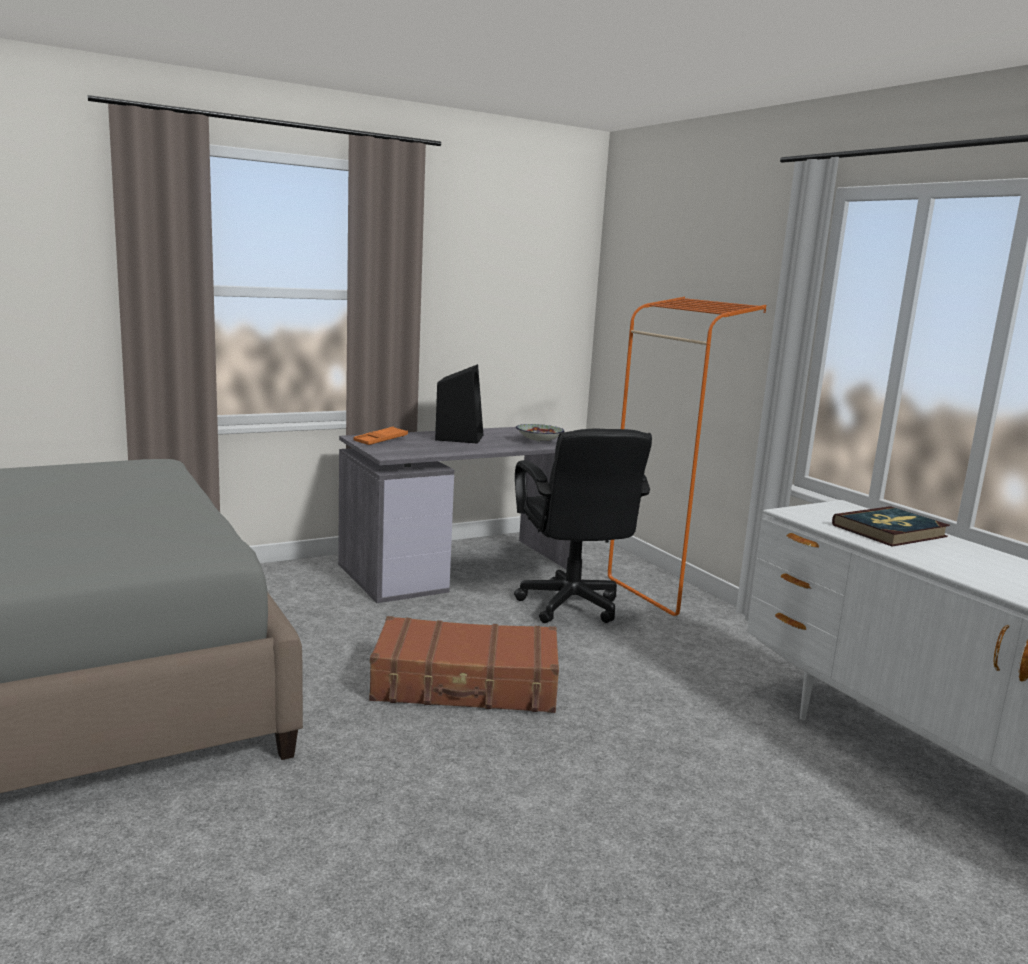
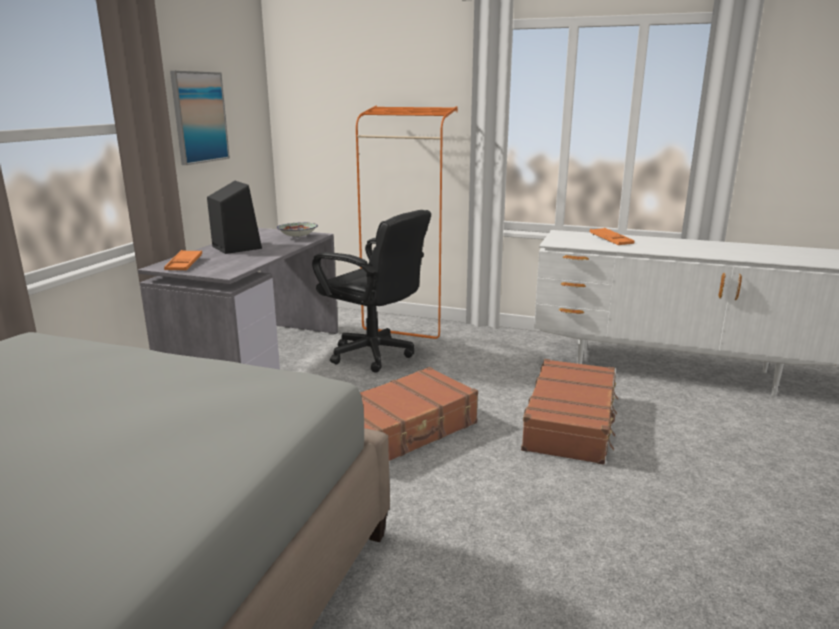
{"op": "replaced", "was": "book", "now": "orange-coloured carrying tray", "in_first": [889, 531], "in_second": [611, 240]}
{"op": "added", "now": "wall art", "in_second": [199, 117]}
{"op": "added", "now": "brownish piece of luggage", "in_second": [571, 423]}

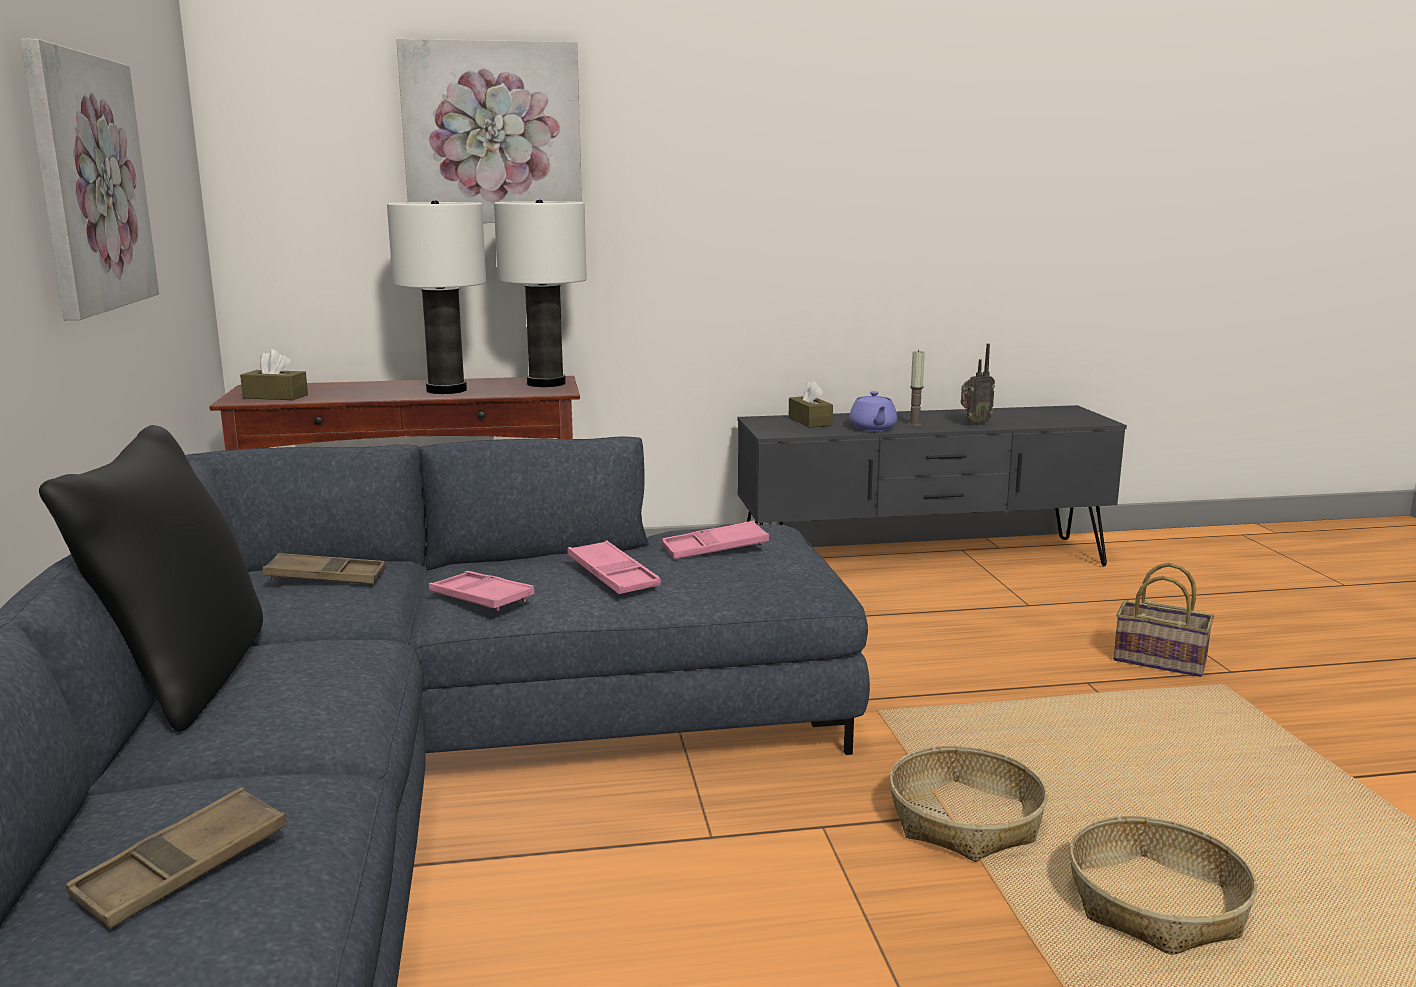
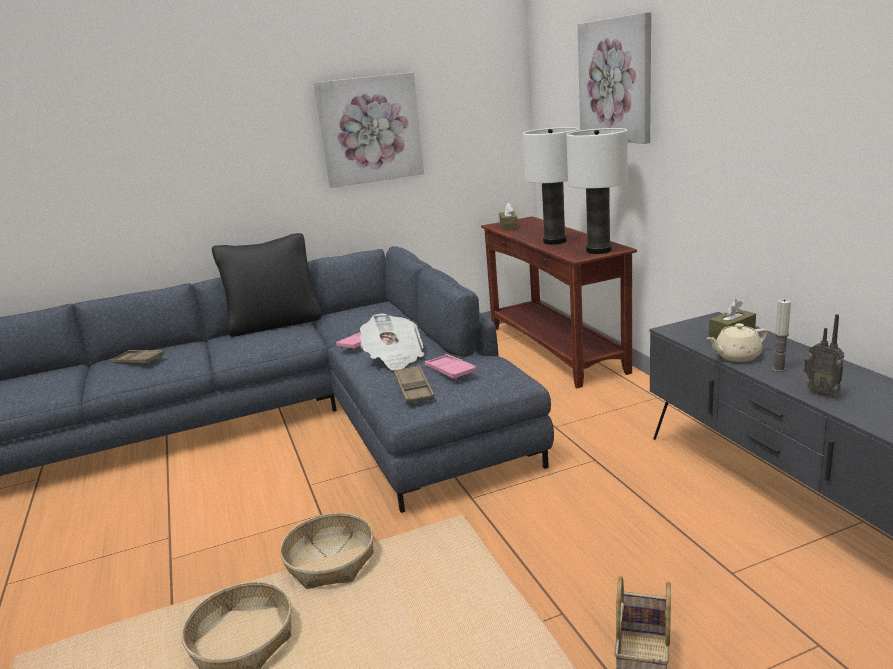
{"op": "recoloured", "was": "purple pot for tea", "now": "beige pot for tea", "in_first": [873, 428], "in_second": [736, 356]}
{"op": "replaced", "was": "pink carrying tray", "now": "newspaper", "in_first": [613, 575], "in_second": [394, 358]}
{"op": "moved", "was": "brownish carrying tray", "in_first": [326, 577], "in_second": [414, 389]}

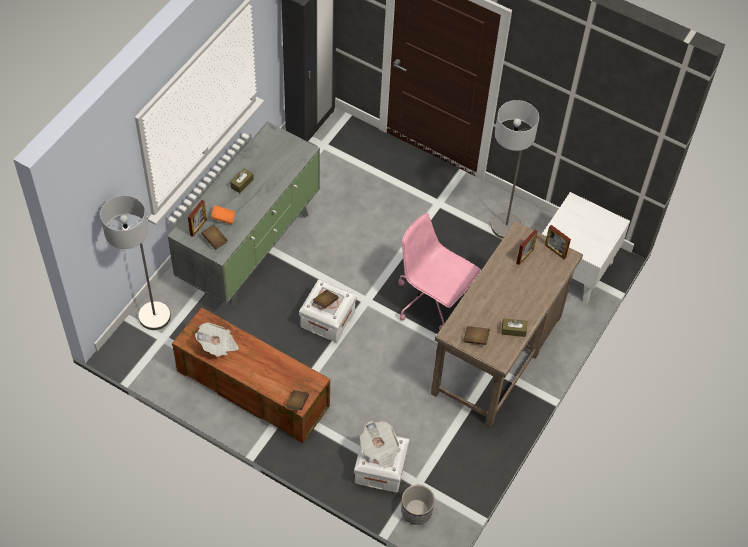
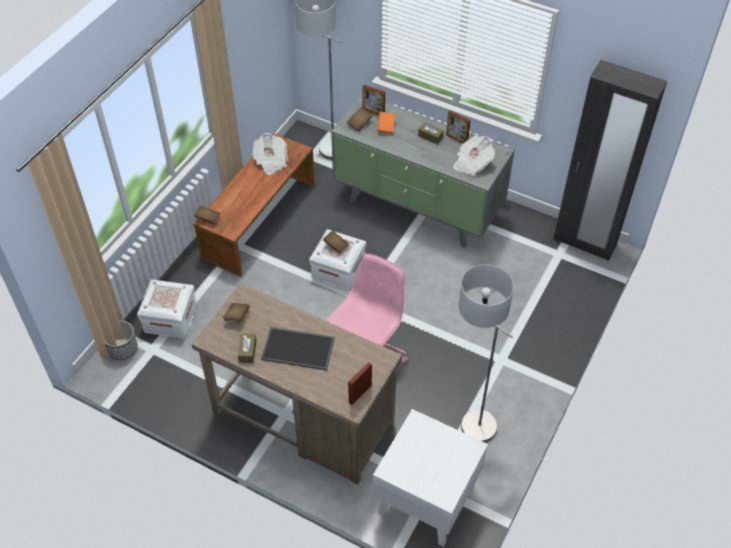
{"op": "moved", "was": "photo frame", "in_first": [525, 256], "in_second": [456, 139]}
{"op": "moved", "was": "newspaper", "in_first": [379, 449], "in_second": [472, 163]}
{"op": "added", "now": "carrying tray", "in_second": [299, 348]}

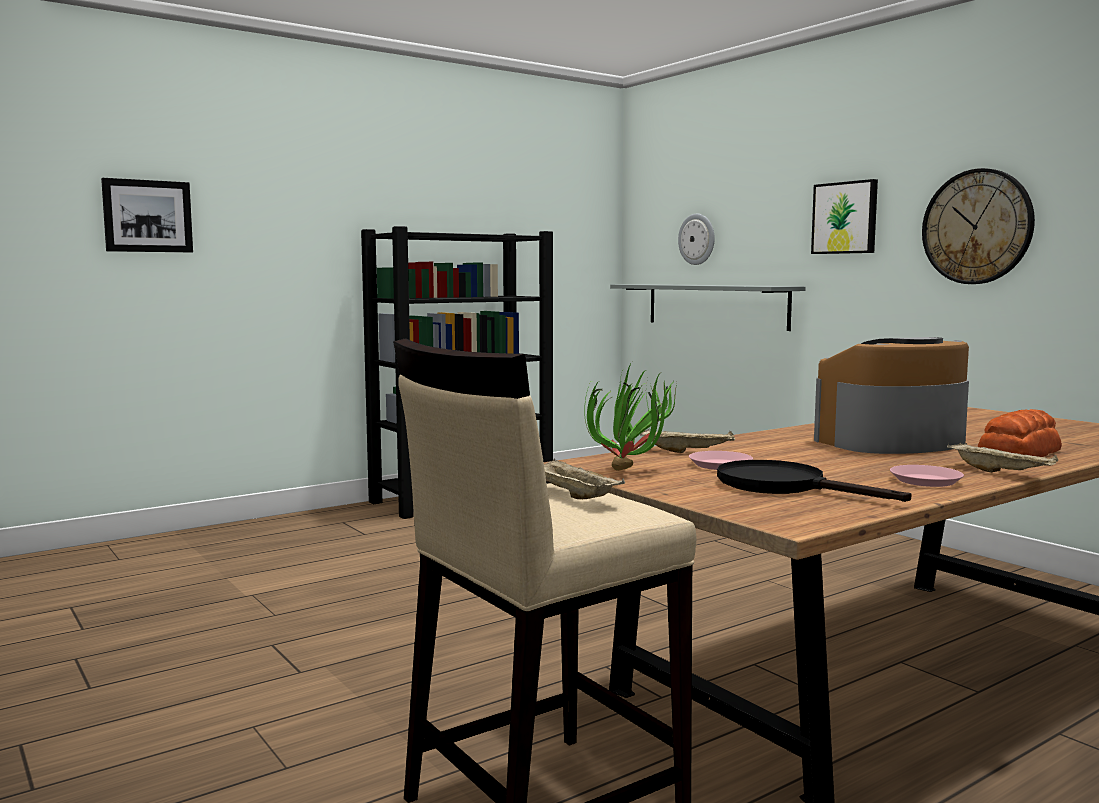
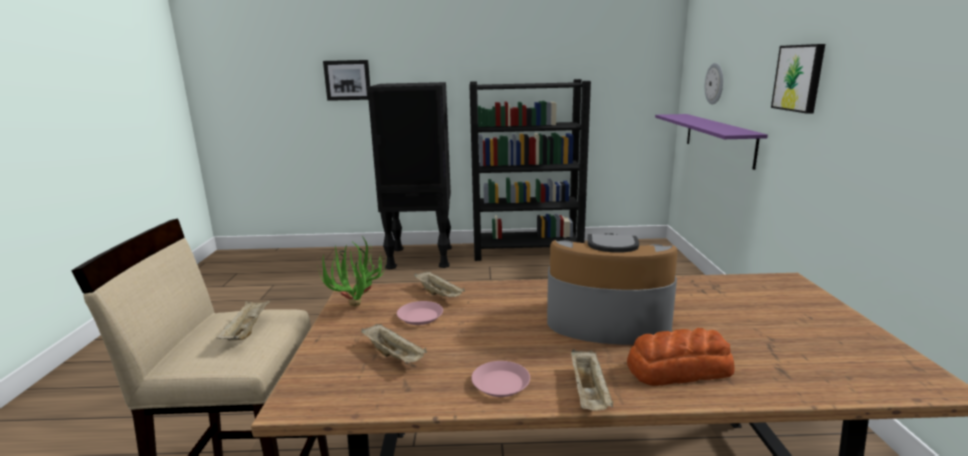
{"op": "removed", "was": "hanging clock", "in_first": [977, 227]}
{"op": "recoloured", "was": "gray bracket shelf", "now": "purple bracket shelf", "in_first": [715, 305], "in_second": [718, 138]}
{"op": "replaced", "was": "black-coloured frying pan", "now": "beige carrying tray", "in_first": [784, 486], "in_second": [395, 356]}
{"op": "added", "now": "black-coloured cupboard", "in_second": [420, 257]}

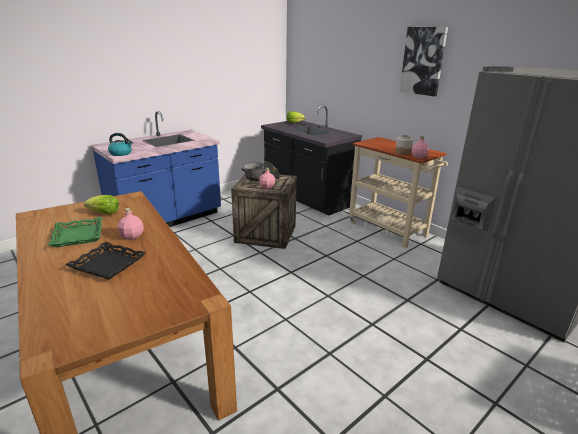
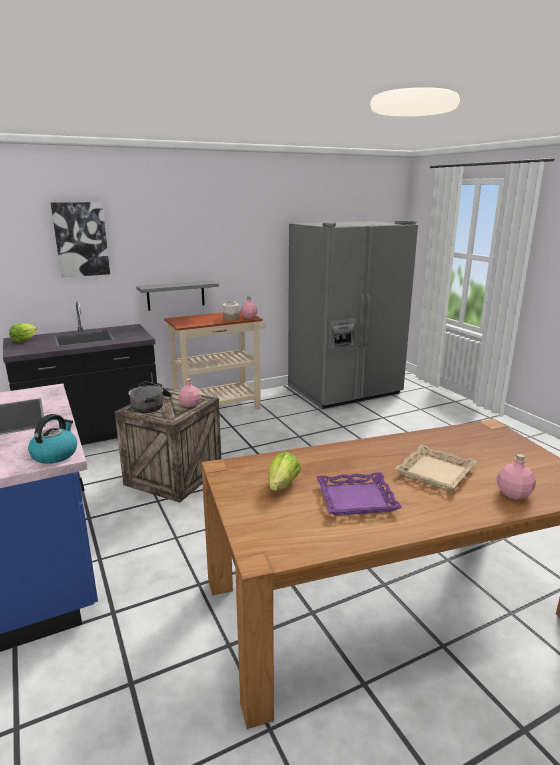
{"op": "moved", "was": "wall art", "in_first": [423, 61], "in_second": [81, 239]}
{"op": "moved", "was": "pink beverage bottle", "in_first": [132, 236], "in_second": [513, 494]}
{"op": "recoloured", "was": "green carrying tray", "now": "purple carrying tray", "in_first": [77, 235], "in_second": [356, 499]}
{"op": "recoloured", "was": "black-coloured carrying tray", "now": "beige carrying tray", "in_first": [107, 265], "in_second": [436, 472]}
{"op": "added", "now": "gray bracket shelf", "in_second": [176, 295]}

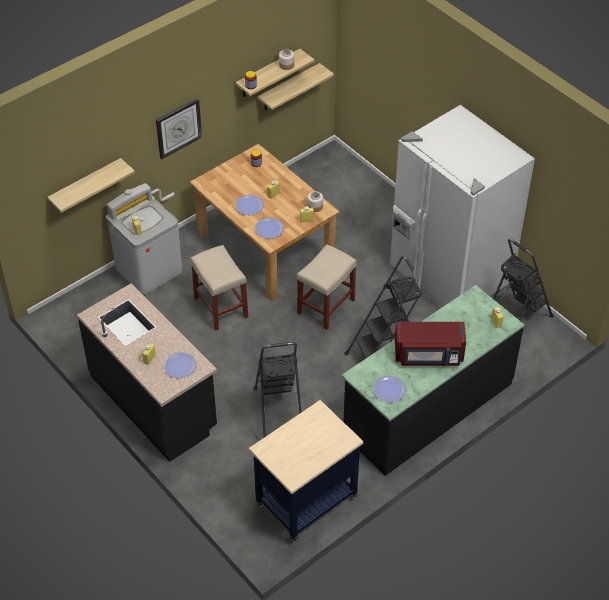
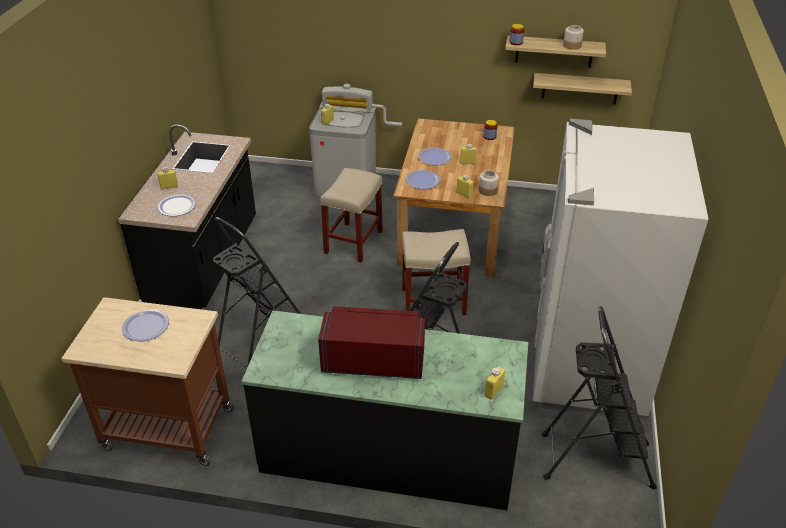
{"op": "removed", "was": "hanging clock", "in_first": [178, 128]}
{"op": "removed", "was": "bracket shelf", "in_first": [86, 186]}
{"op": "turned", "was": "reddish microwave", "in_first": [428, 355], "in_second": [373, 361], "clockwise": 135}
{"op": "moved", "was": "flat dish", "in_first": [389, 390], "in_second": [145, 326]}
{"op": "recoloured", "was": "blue cart", "now": "brownish cart", "in_first": [306, 503], "in_second": [168, 430]}

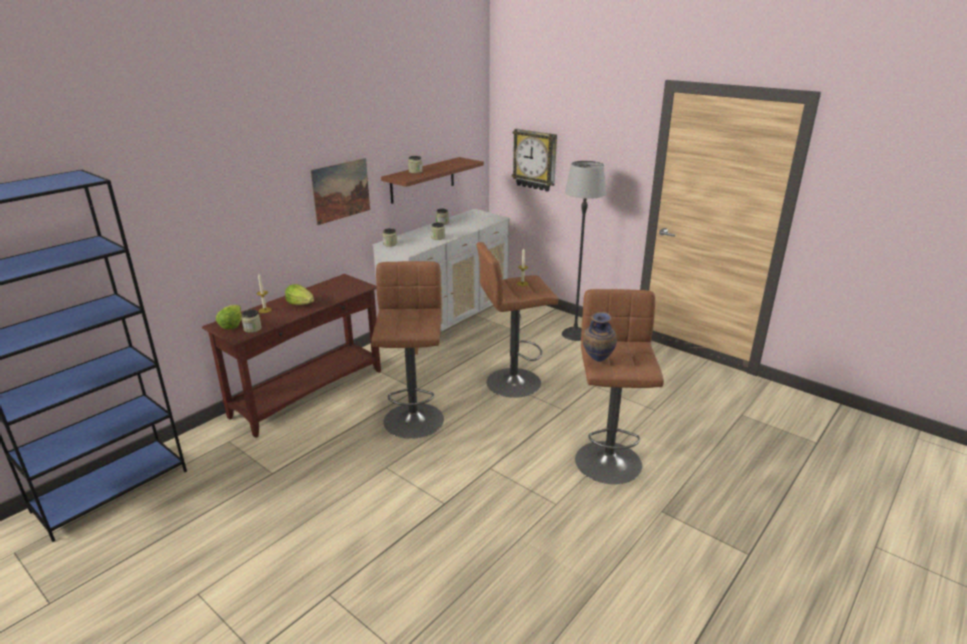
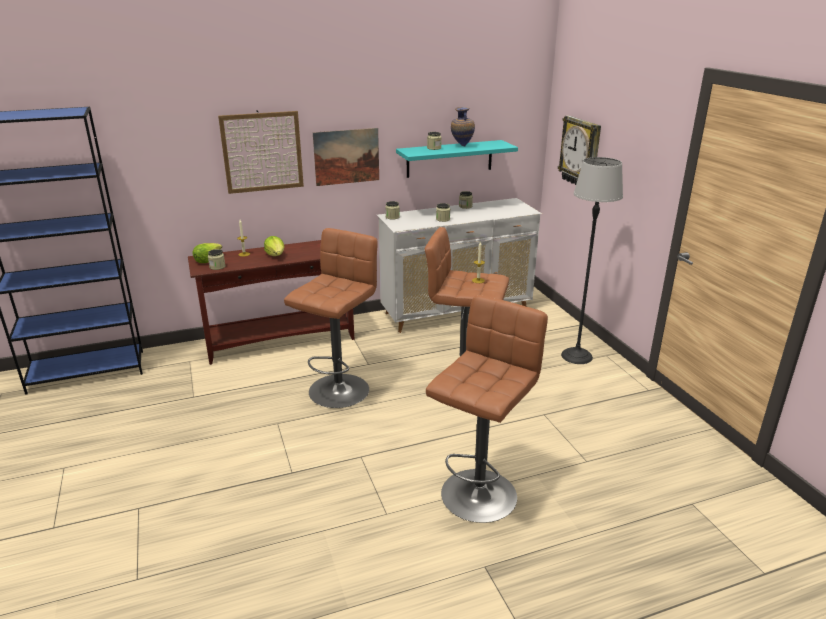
{"op": "recoloured", "was": "brownish bracket shelf", "now": "turquoise-coloured bracket shelf", "in_first": [422, 180], "in_second": [449, 158]}
{"op": "moved", "was": "decorative vase", "in_first": [597, 362], "in_second": [461, 146]}
{"op": "added", "now": "wall art", "in_second": [262, 150]}

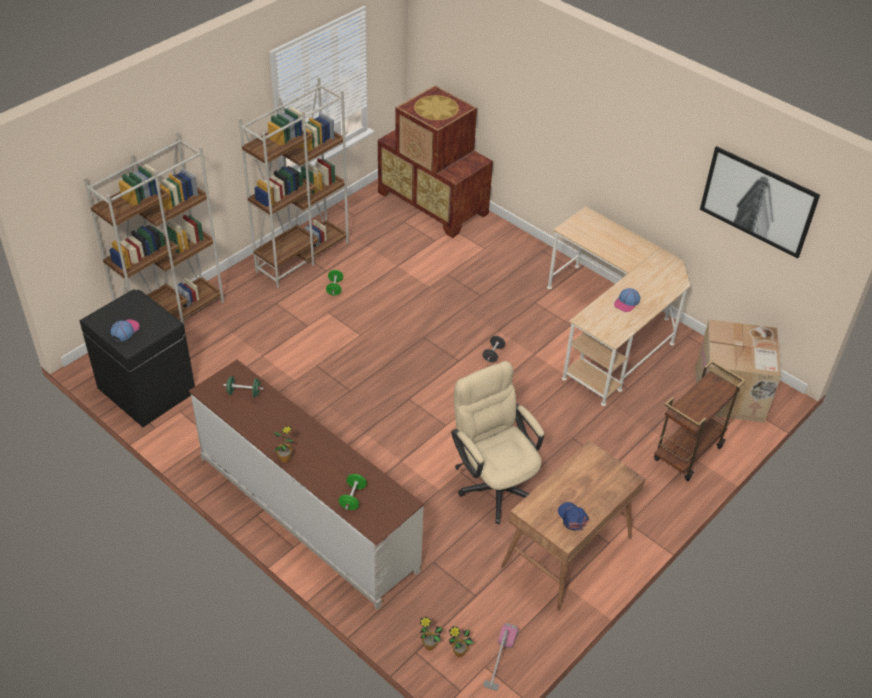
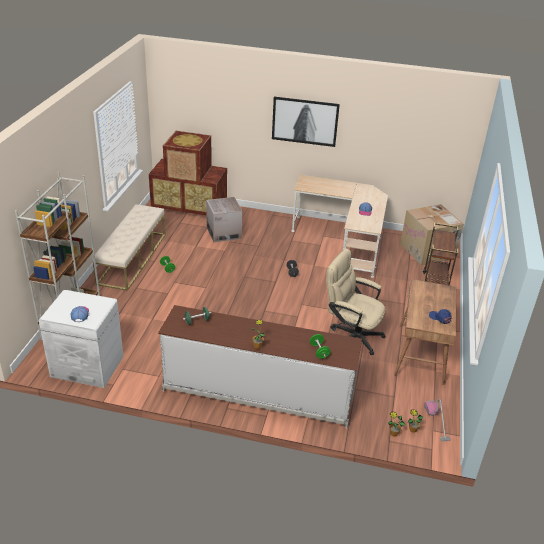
{"op": "replaced", "was": "brownish bookcase", "now": "beige long seat", "in_first": [303, 257], "in_second": [132, 258]}
{"op": "moved", "was": "wall art", "in_first": [758, 201], "in_second": [305, 121]}
{"op": "recoloured", "was": "black-coloured washing machine", "now": "white washing machine", "in_first": [147, 388], "in_second": [88, 364]}
{"op": "added", "now": "carton", "in_second": [224, 233]}

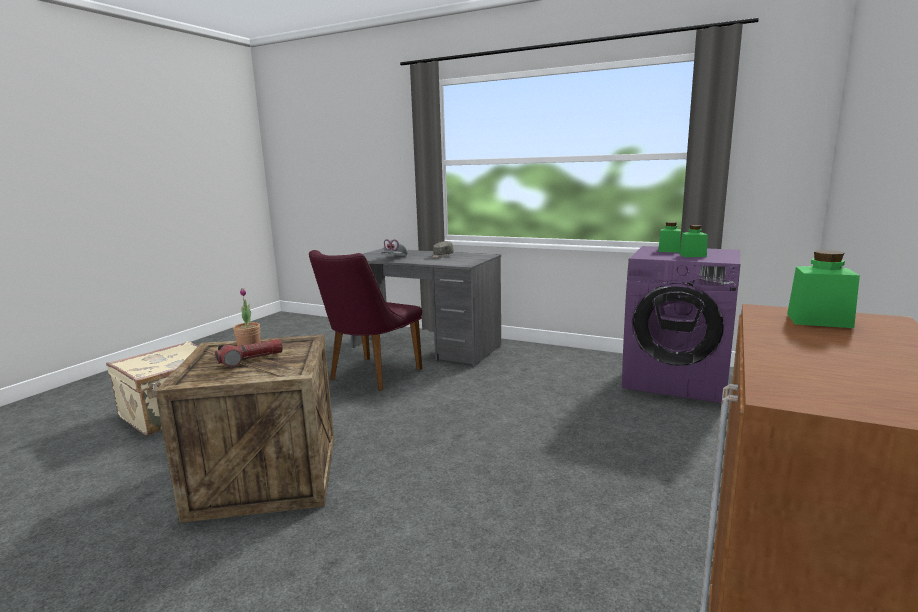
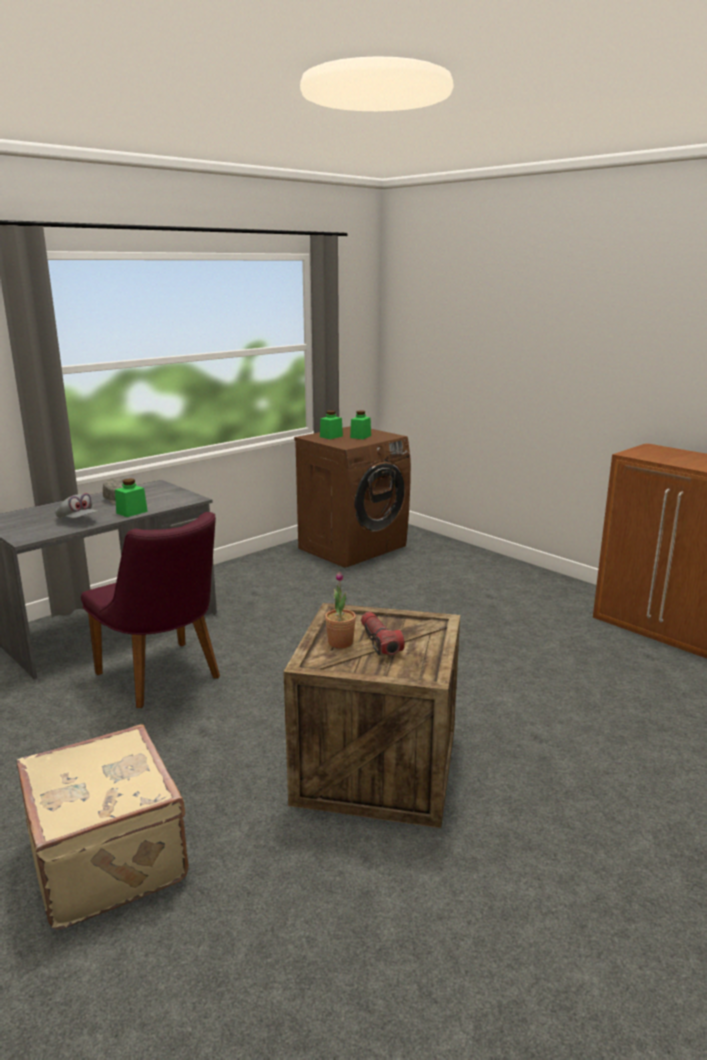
{"op": "recoloured", "was": "purple washing machine", "now": "brownish washing machine", "in_first": [676, 383], "in_second": [352, 549]}
{"op": "moved", "was": "green jar", "in_first": [819, 320], "in_second": [132, 512]}

